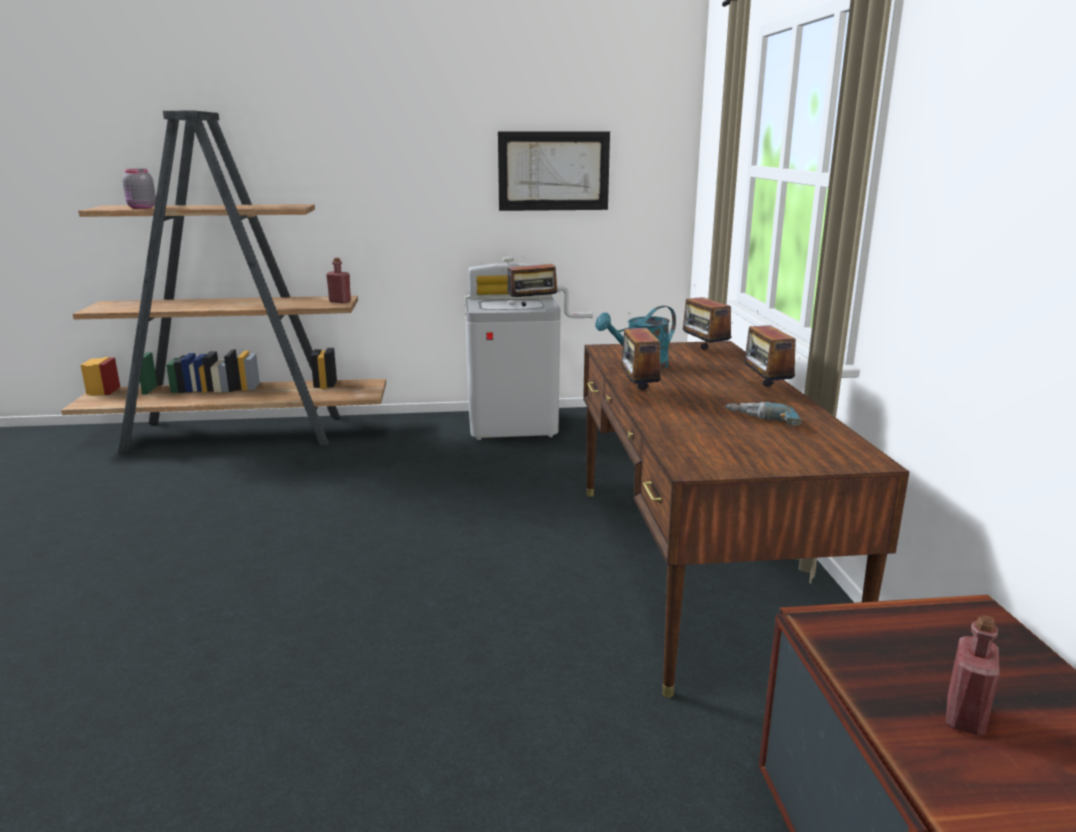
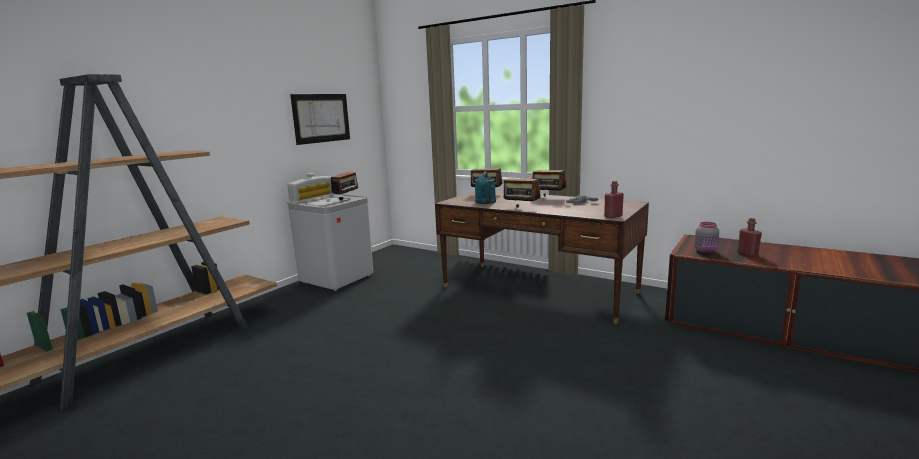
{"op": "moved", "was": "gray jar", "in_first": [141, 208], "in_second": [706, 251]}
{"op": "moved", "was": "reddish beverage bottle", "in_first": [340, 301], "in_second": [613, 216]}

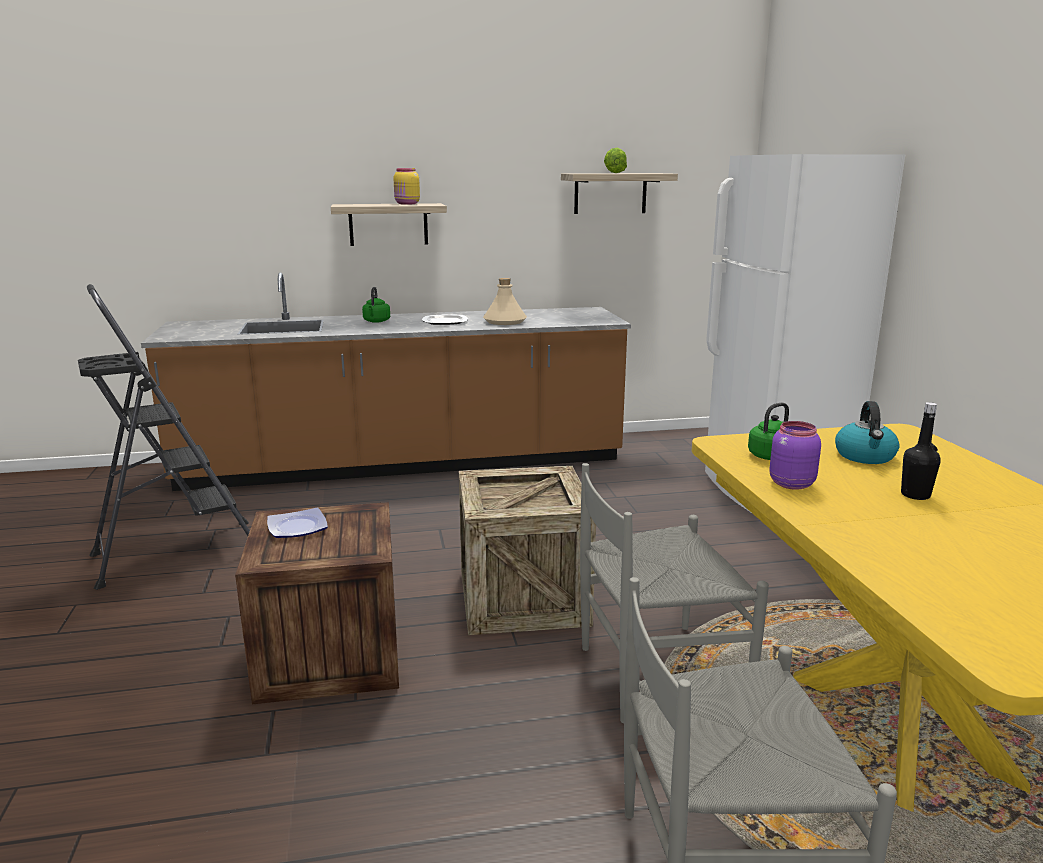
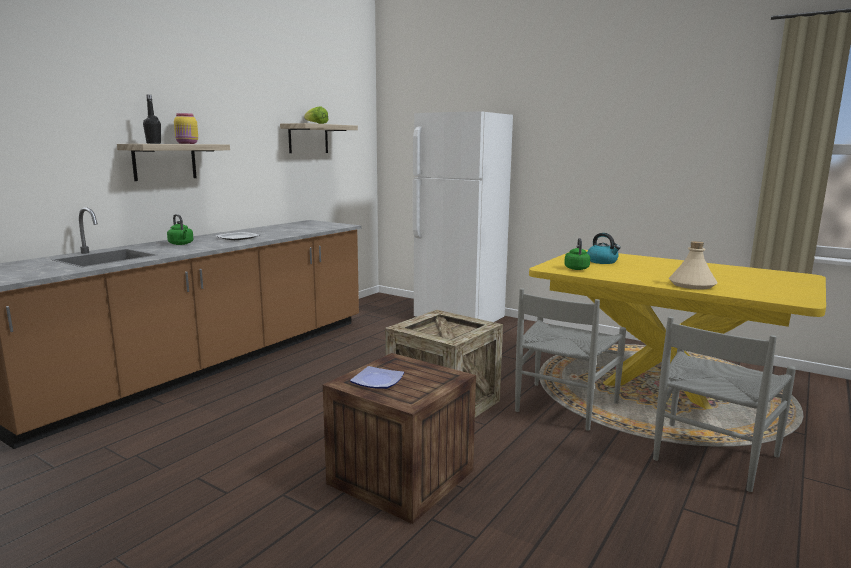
{"op": "moved", "was": "beige beverage bottle", "in_first": [505, 321], "in_second": [692, 285]}
{"op": "removed", "was": "step ladder", "in_first": [175, 553]}
{"op": "moved", "was": "black-coloured beverage bottle", "in_first": [915, 495], "in_second": [153, 143]}
{"op": "removed", "was": "purple jar", "in_first": [790, 483]}

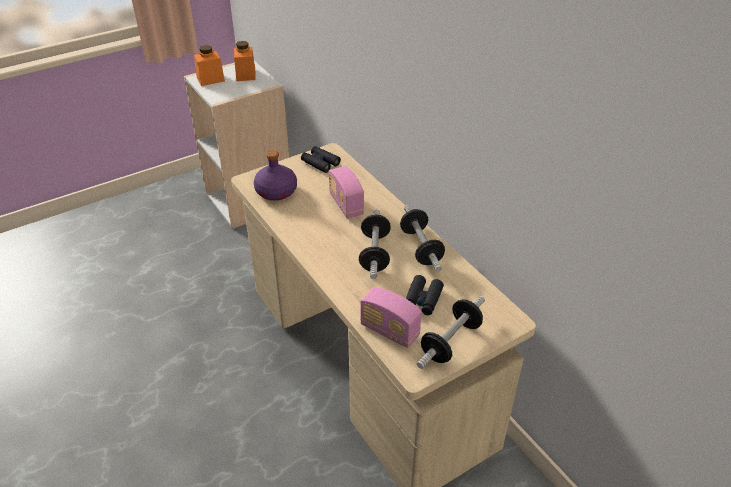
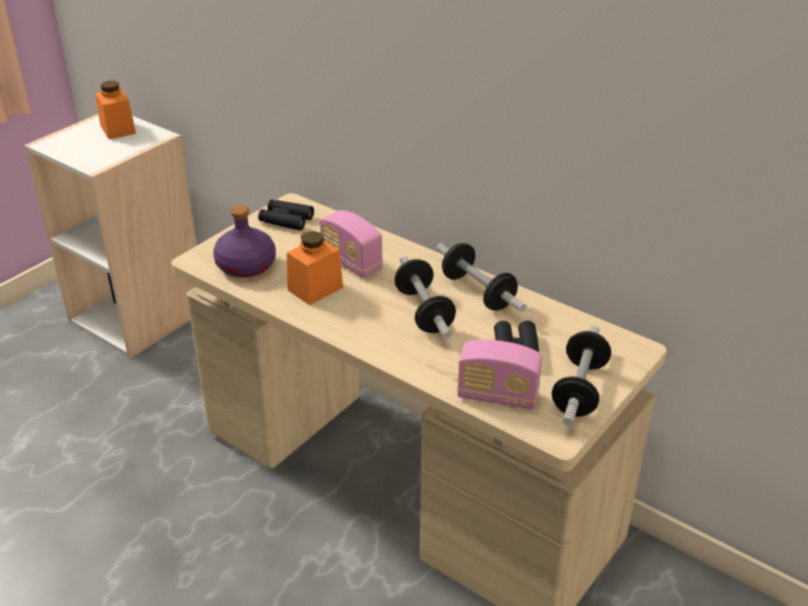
{"op": "moved", "was": "orange-coloured jar", "in_first": [210, 79], "in_second": [315, 289]}

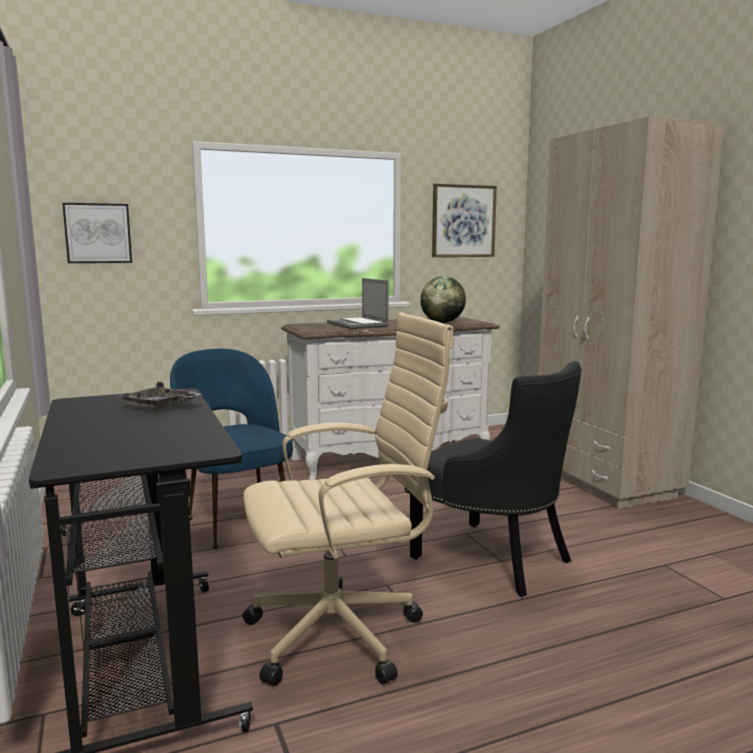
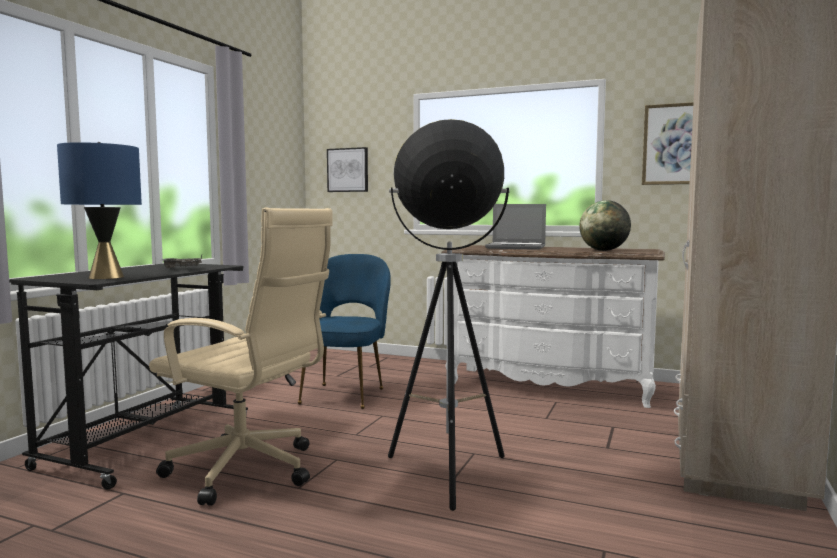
{"op": "turned", "was": "notebook computer", "in_first": [358, 325], "in_second": [516, 247], "clockwise": -90}
{"op": "replaced", "was": "black-coloured lounge chair", "now": "standing lamp", "in_first": [490, 558], "in_second": [447, 475]}
{"op": "added", "now": "blue table lamp", "in_second": [105, 277]}

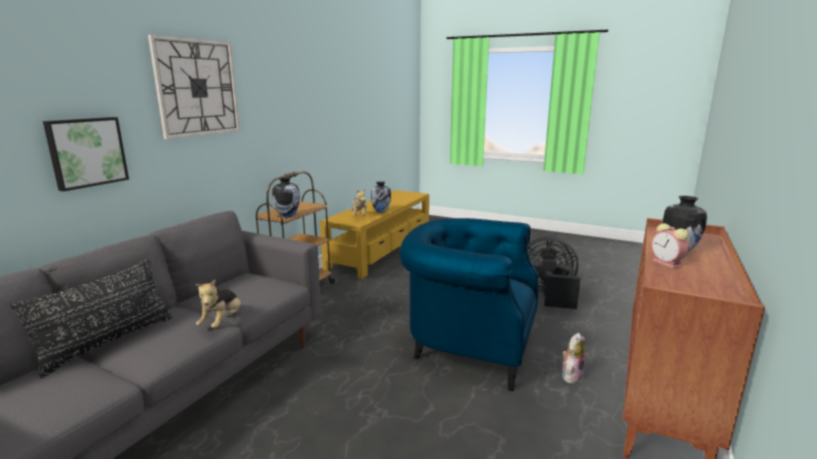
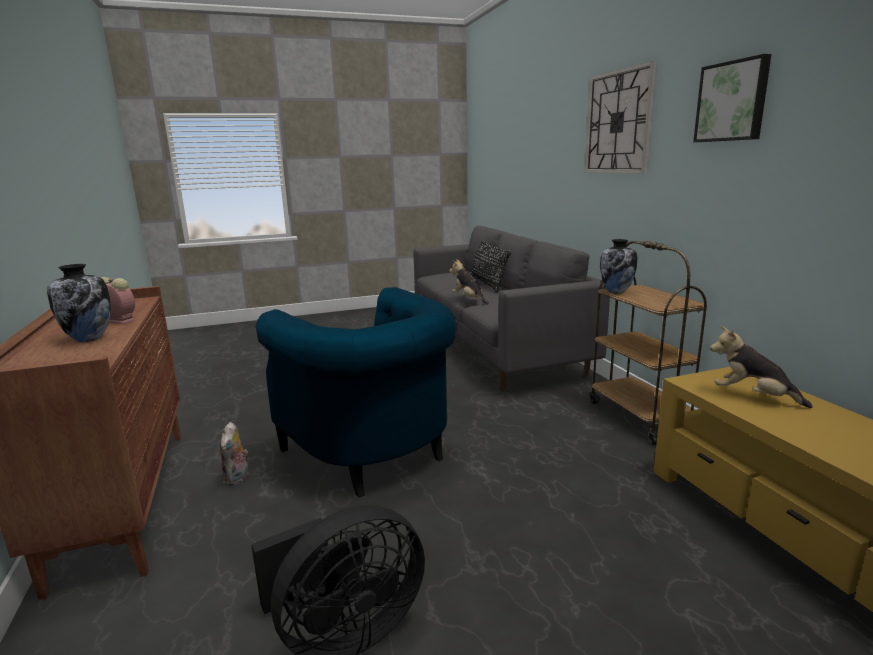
{"op": "moved", "was": "wall art", "in_first": [86, 152], "in_second": [732, 101]}
{"op": "removed", "was": "decorative vase", "in_first": [381, 211]}
{"op": "turned", "was": "blue lounge chair", "in_first": [468, 348], "in_second": [371, 453], "clockwise": 75}

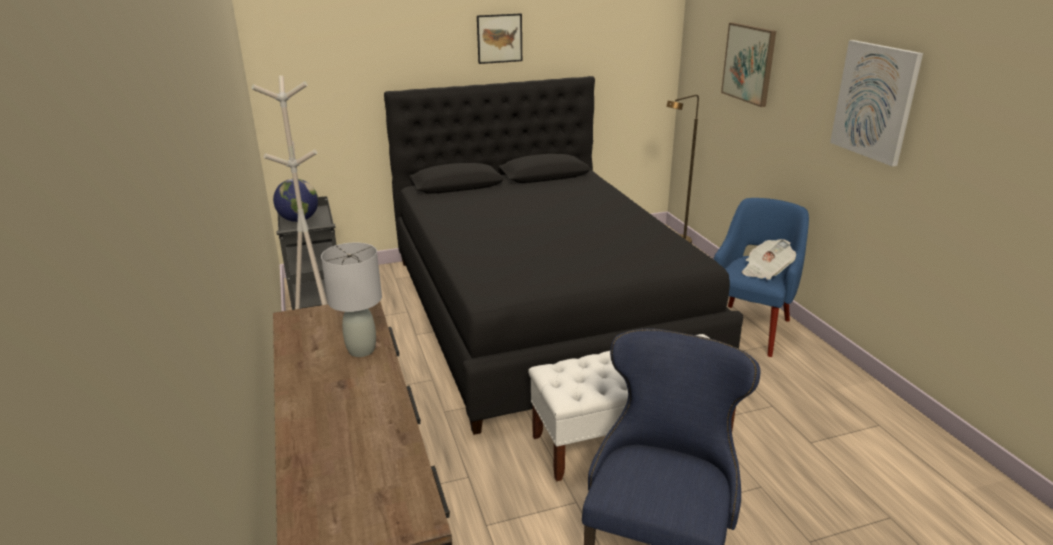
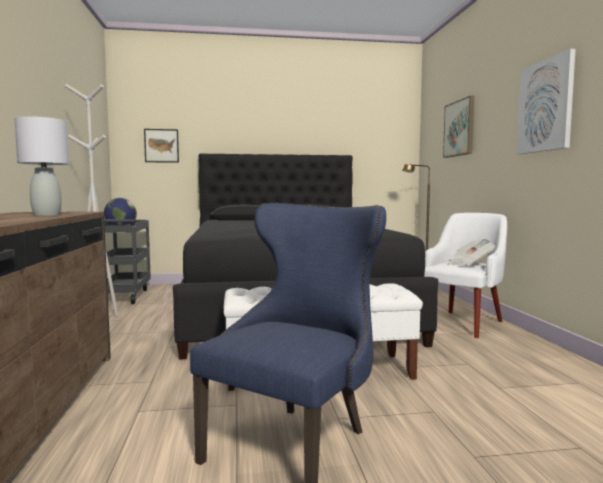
{"op": "moved", "was": "wall art", "in_first": [499, 38], "in_second": [161, 145]}
{"op": "recoloured", "was": "blue lounge chair", "now": "white lounge chair", "in_first": [749, 328], "in_second": [463, 323]}

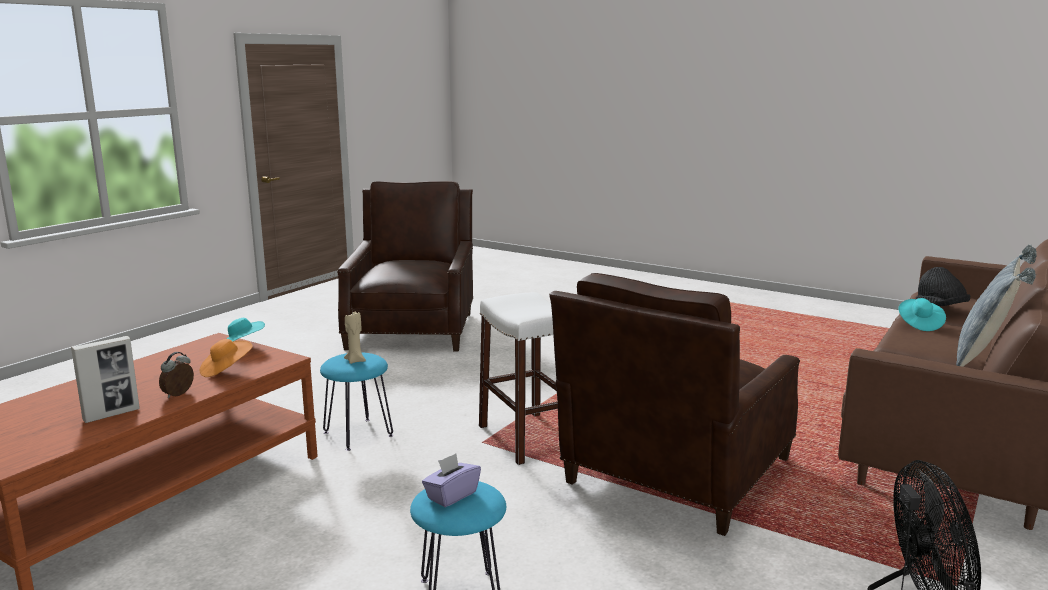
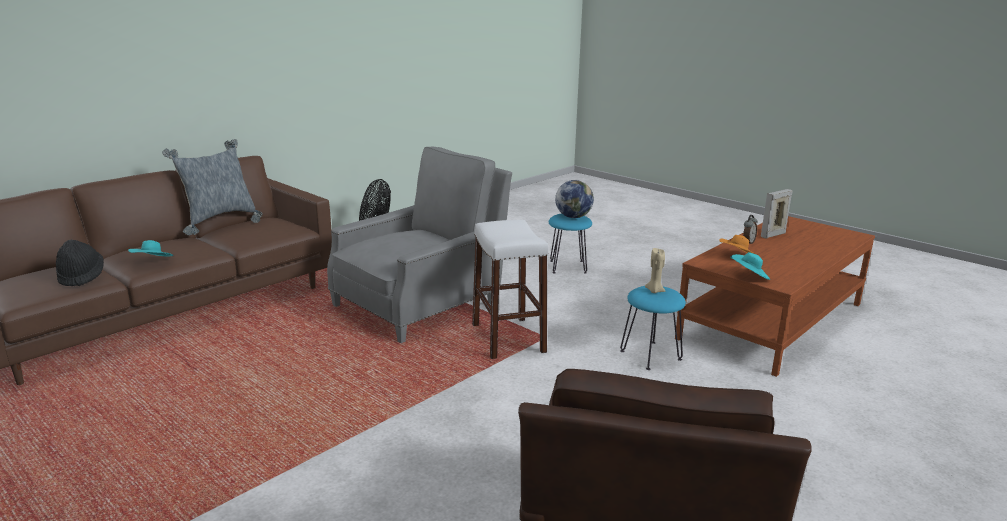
{"op": "recoloured", "was": "brownish lounge chair", "now": "gray lounge chair", "in_first": [675, 474], "in_second": [420, 304]}
{"op": "replaced", "was": "purple tissue box", "now": "globe", "in_first": [451, 495], "in_second": [573, 217]}

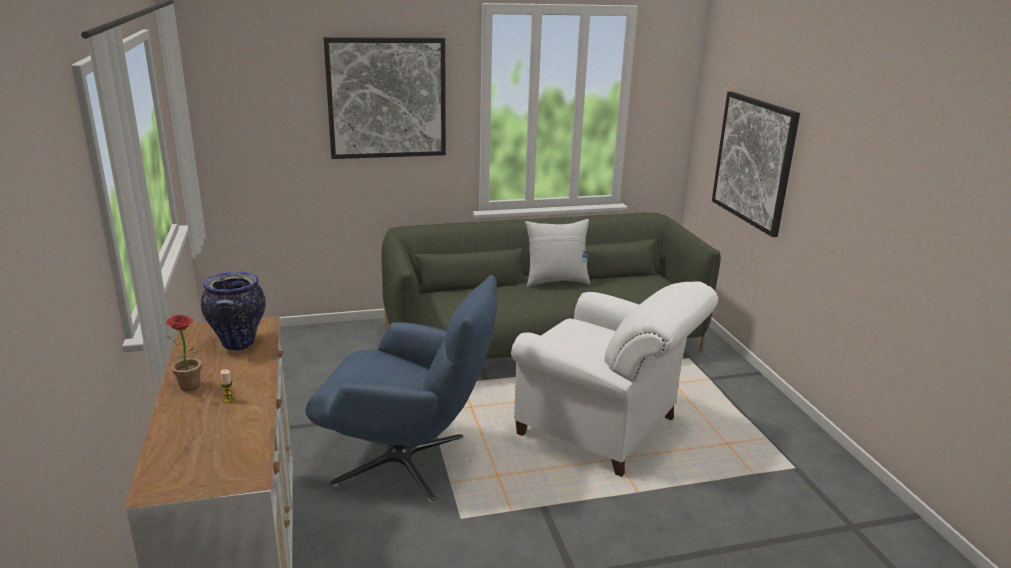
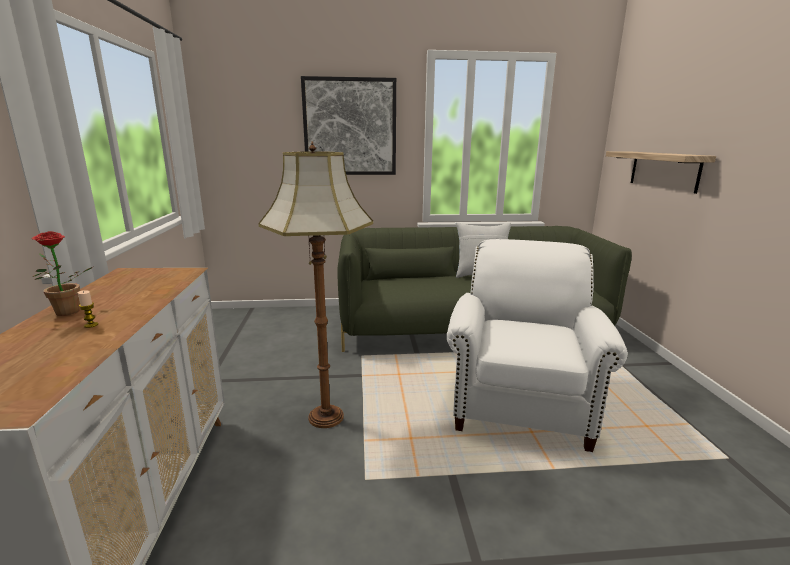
{"op": "replaced", "was": "wall art", "now": "bracket shelf", "in_first": [754, 161], "in_second": [664, 170]}
{"op": "removed", "was": "decorative vase", "in_first": [238, 343]}
{"op": "replaced", "was": "blue lounge chair", "now": "standing lamp", "in_first": [404, 461], "in_second": [327, 417]}
{"op": "turned", "was": "white lounge chair", "in_first": [604, 428], "in_second": [520, 402], "clockwise": -120}

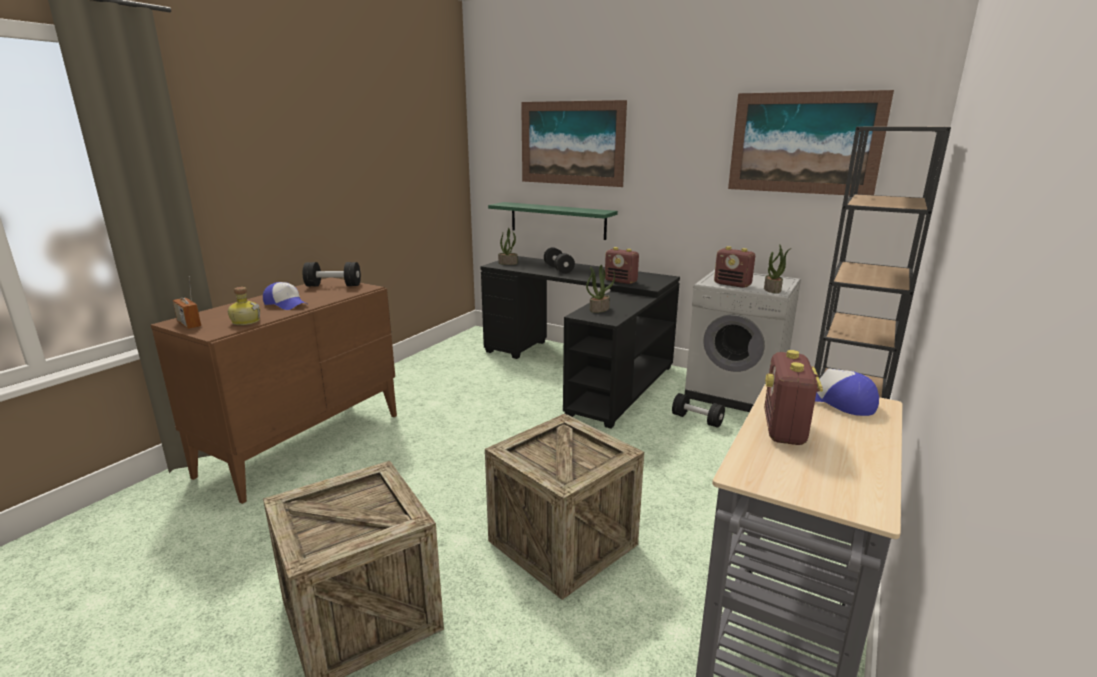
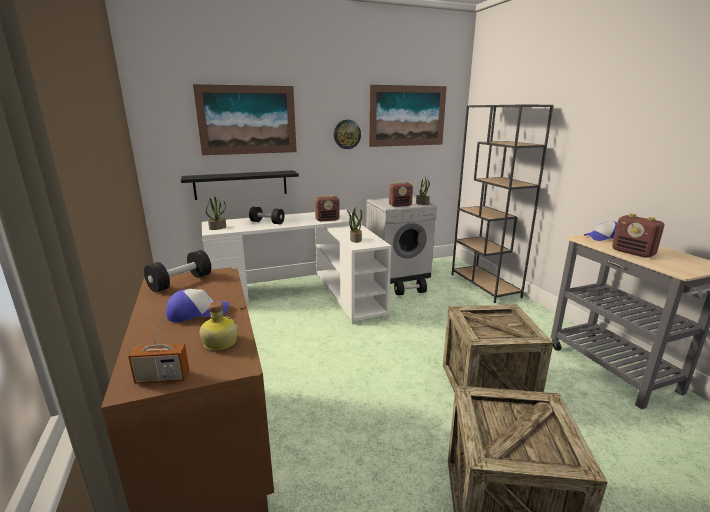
{"op": "recoloured", "was": "green bracket shelf", "now": "black-coloured bracket shelf", "in_first": [557, 220], "in_second": [241, 184]}
{"op": "recoloured", "was": "black-coloured desk unit", "now": "white desk unit", "in_first": [583, 370], "in_second": [304, 293]}
{"op": "added", "now": "hanging clock", "in_second": [347, 134]}

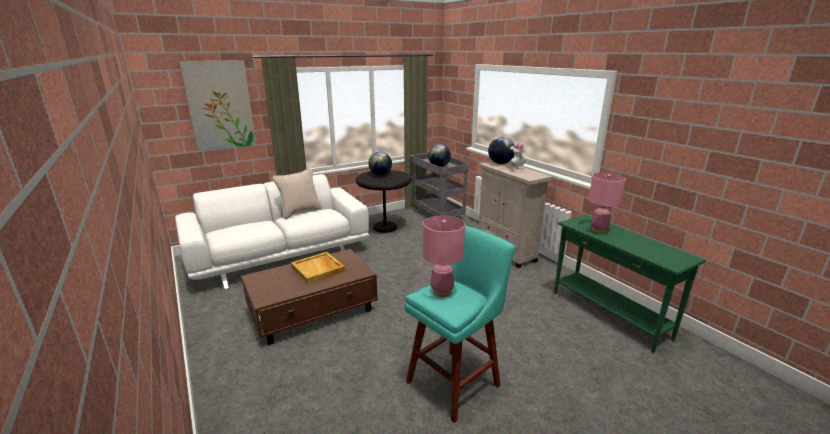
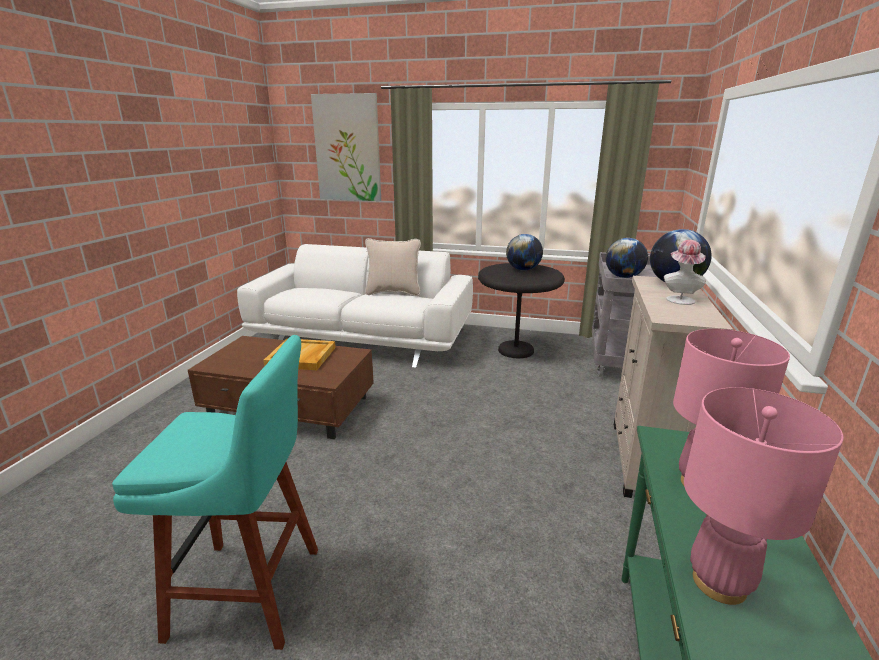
{"op": "moved", "was": "pink table lamp", "in_first": [442, 292], "in_second": [719, 583]}

